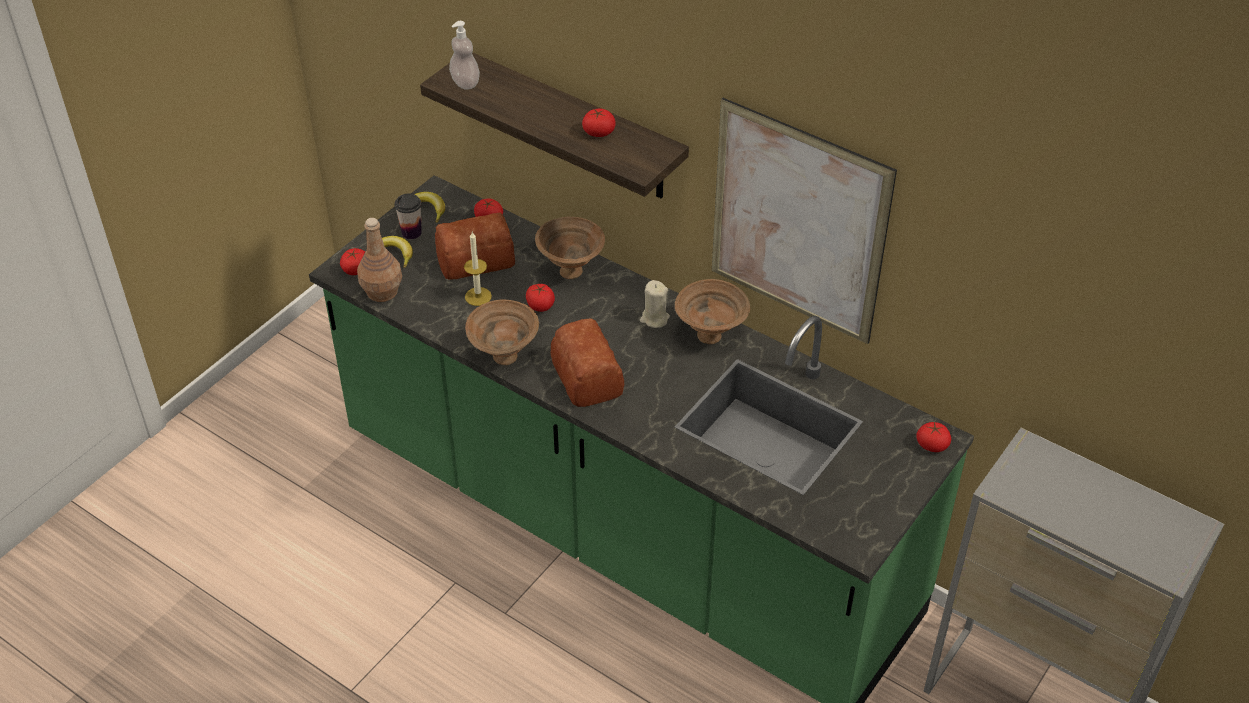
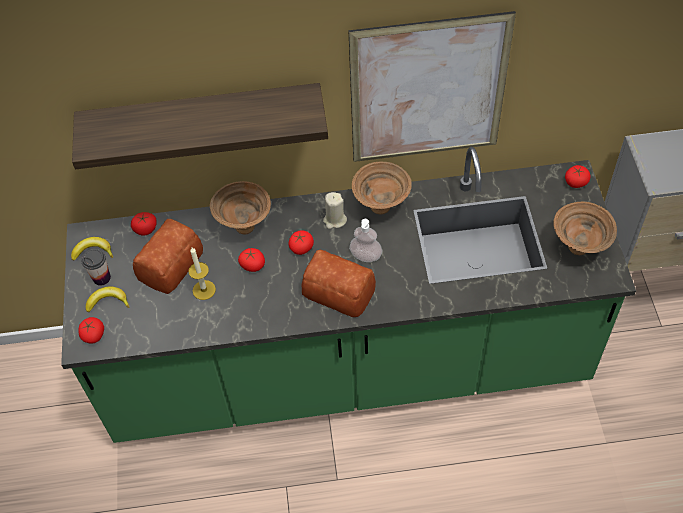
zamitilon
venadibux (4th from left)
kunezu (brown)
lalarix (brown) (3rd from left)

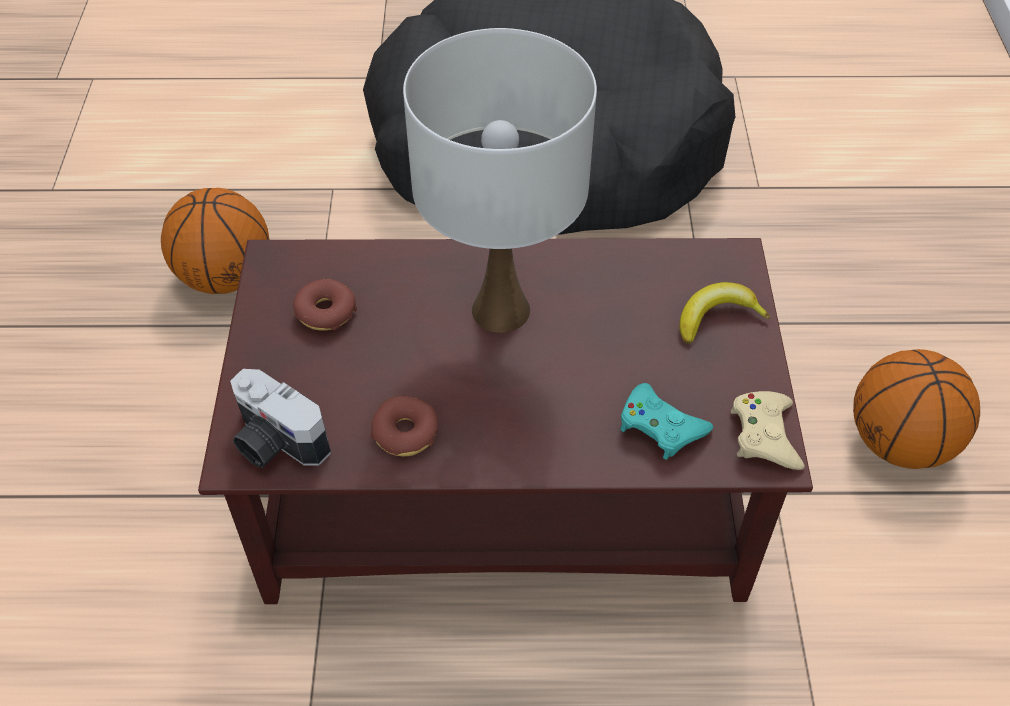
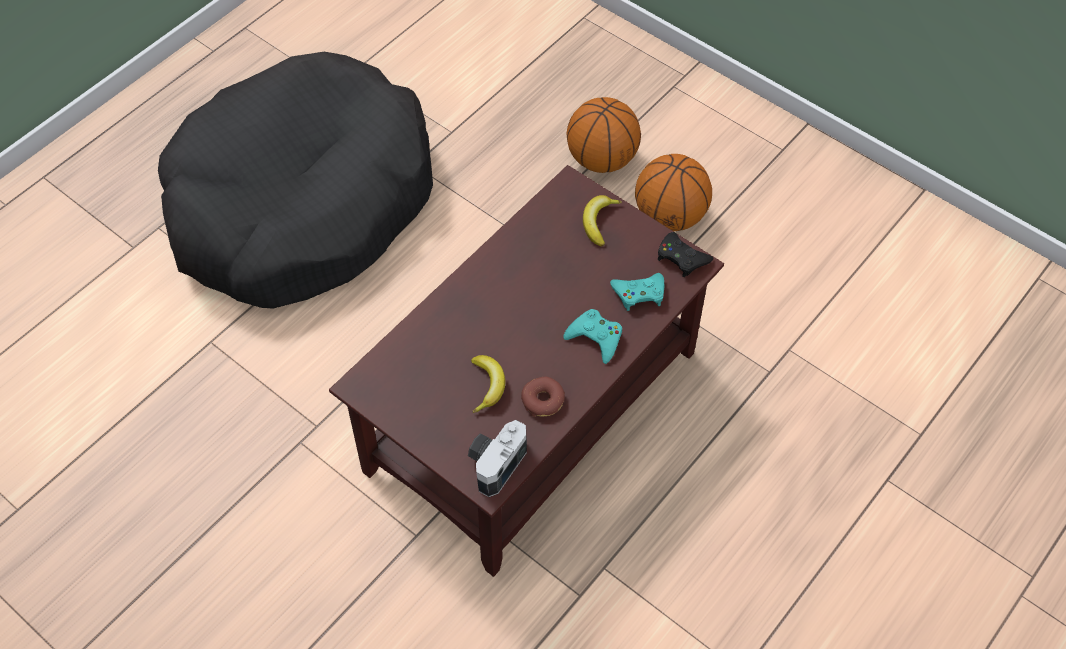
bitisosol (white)
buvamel (1st from left)
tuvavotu (1st from left in the first image)
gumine
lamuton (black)
lamuton (turquoise) (1st from left)
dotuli (1st from left)

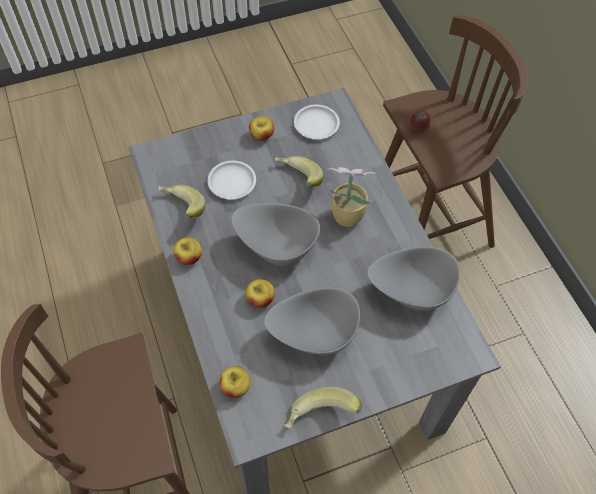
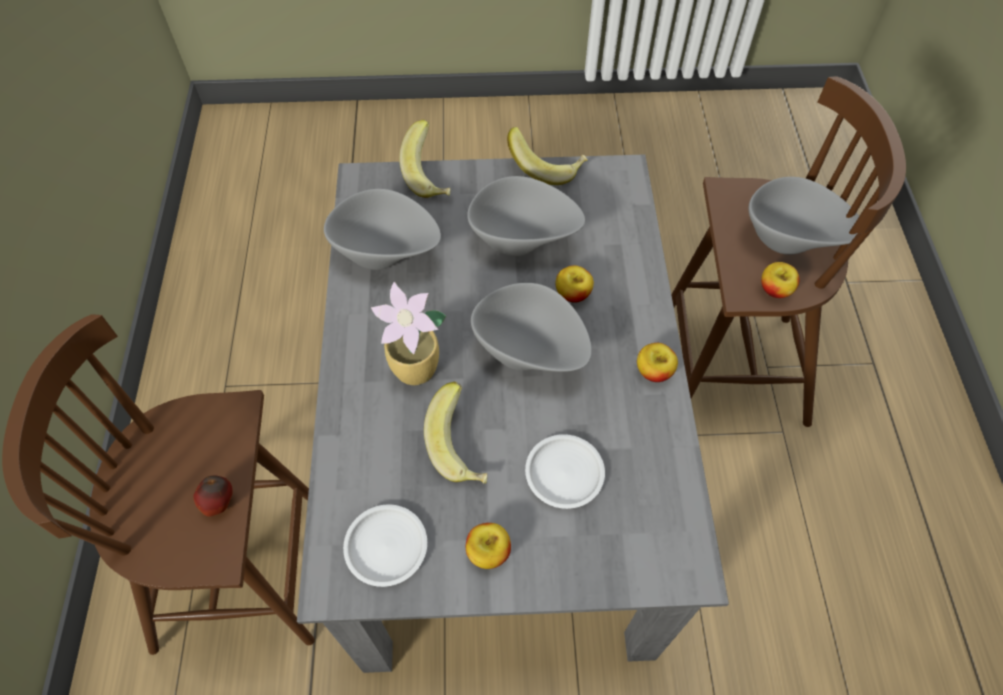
dotuli (1st from left)
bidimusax (5th from left)
lalarix (grey) (4th from left)

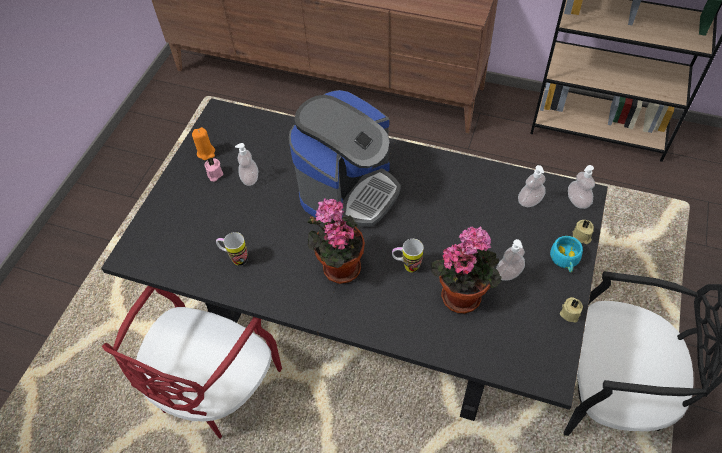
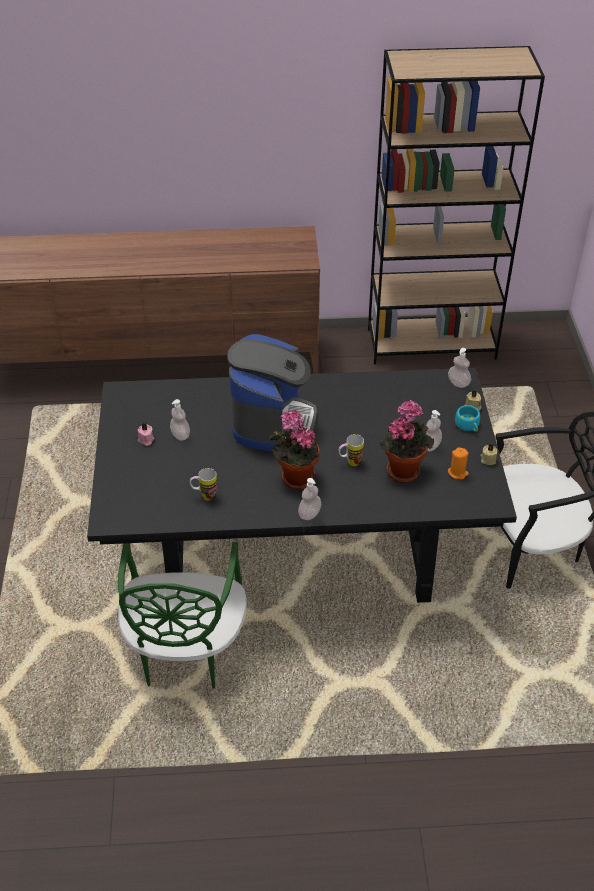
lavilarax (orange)
zamitilon (2nd from left)
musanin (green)

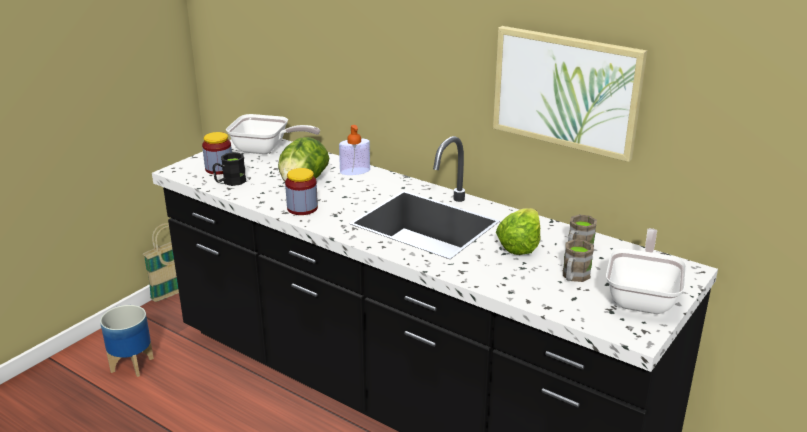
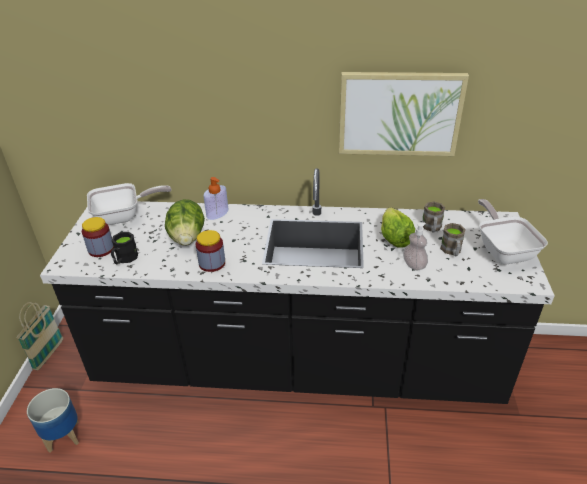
zamitilon (2nd from left)

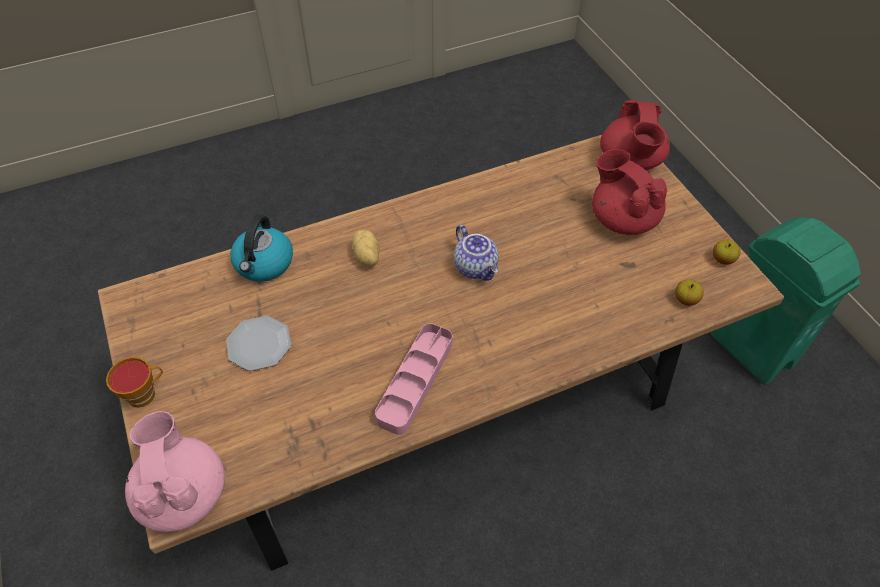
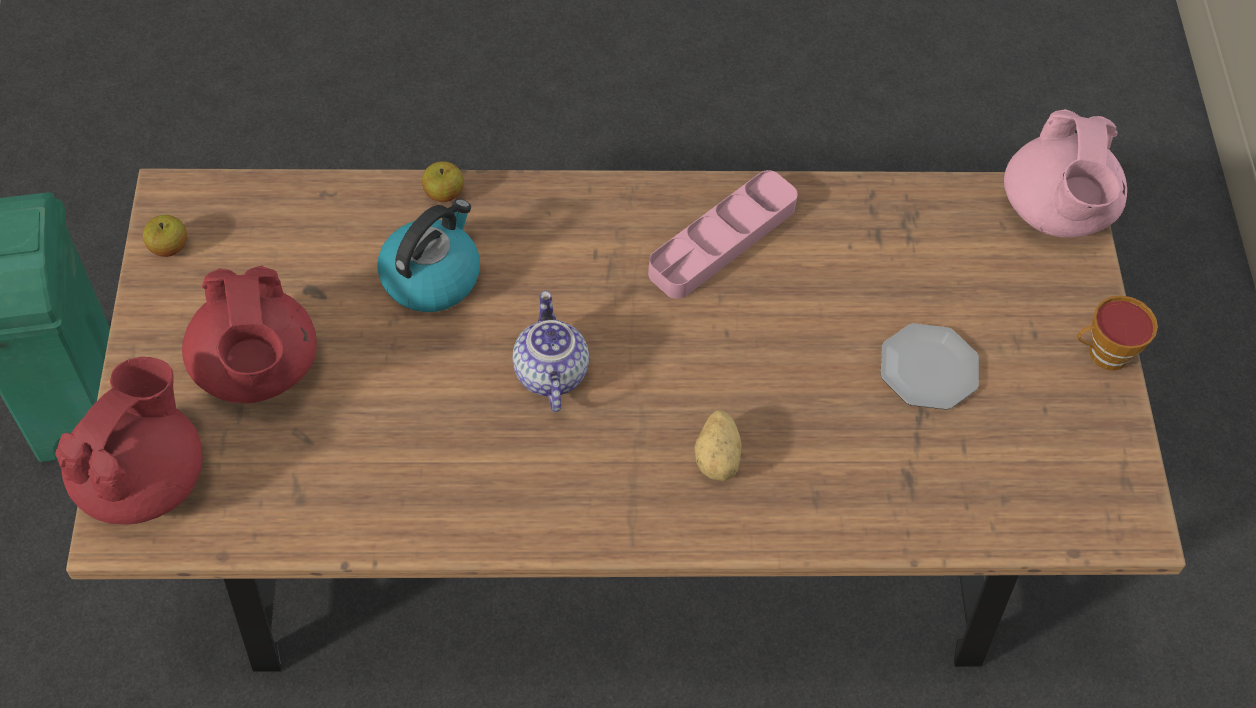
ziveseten
bidimusax (2nd from left)

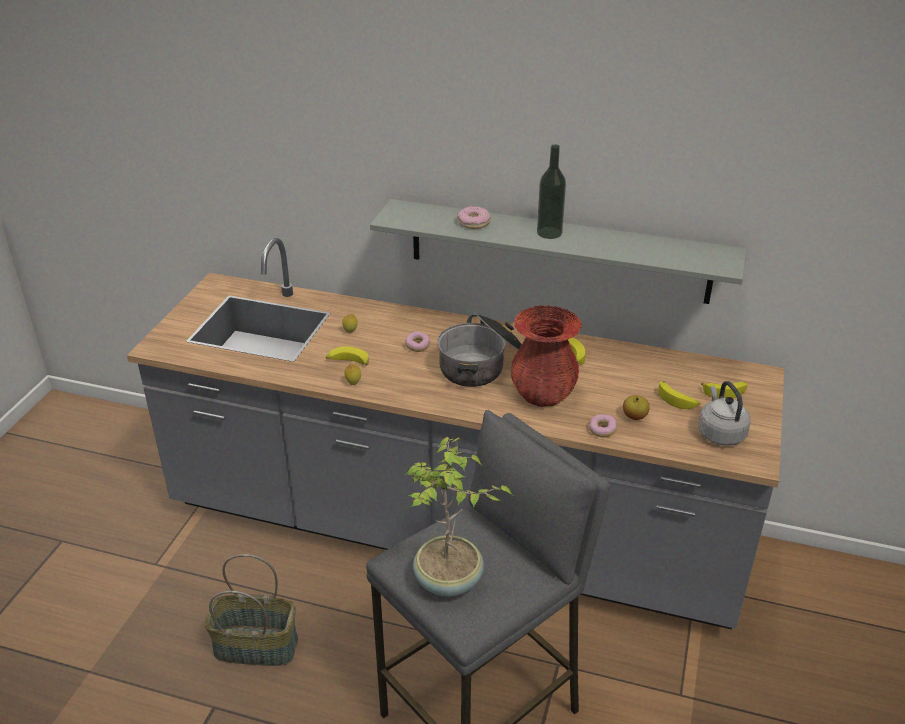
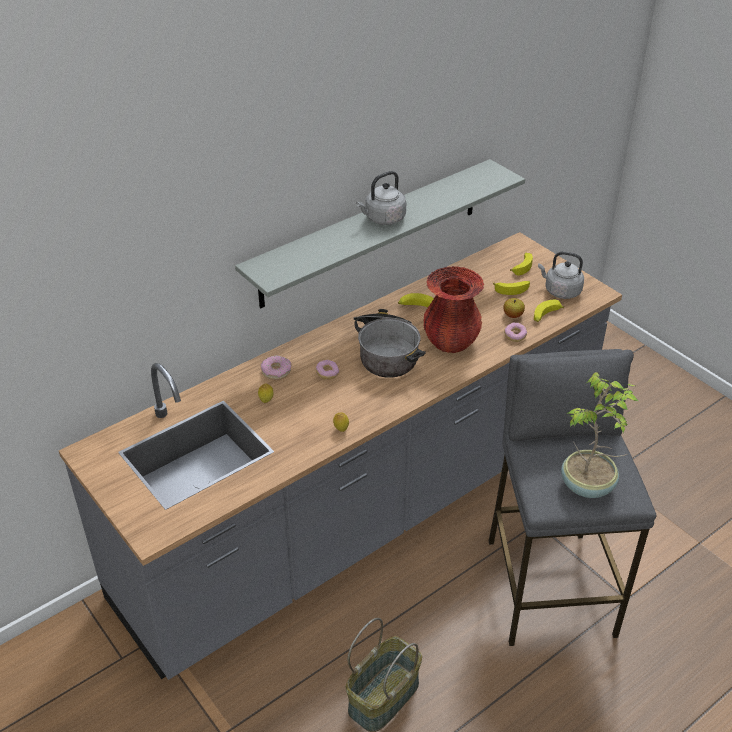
ziveseten (grey) (1st from left)
tuvavotu (1st from left)
dotuli (4th from left)

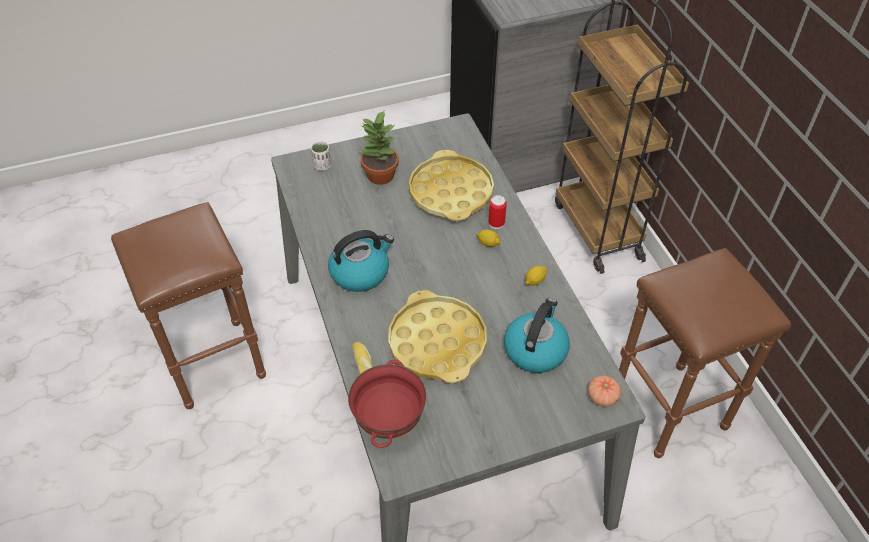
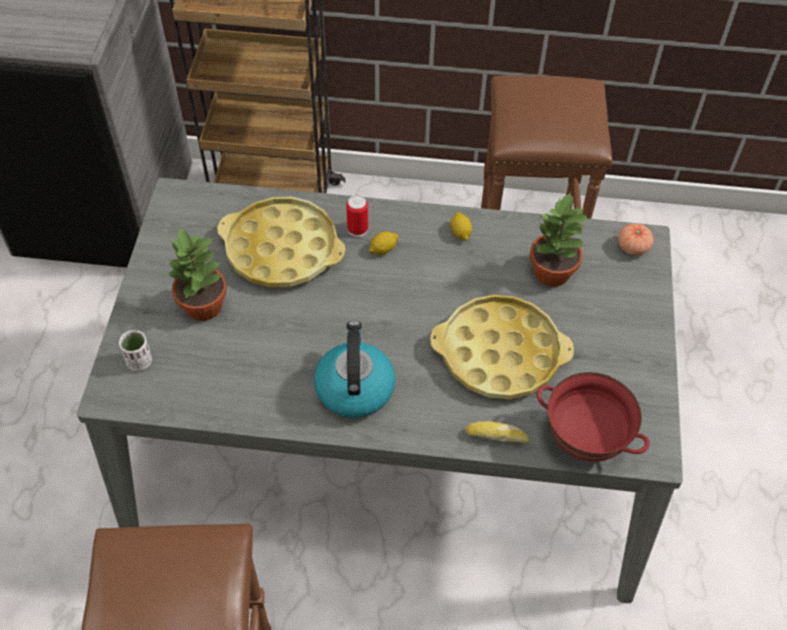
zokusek (2nd from left)

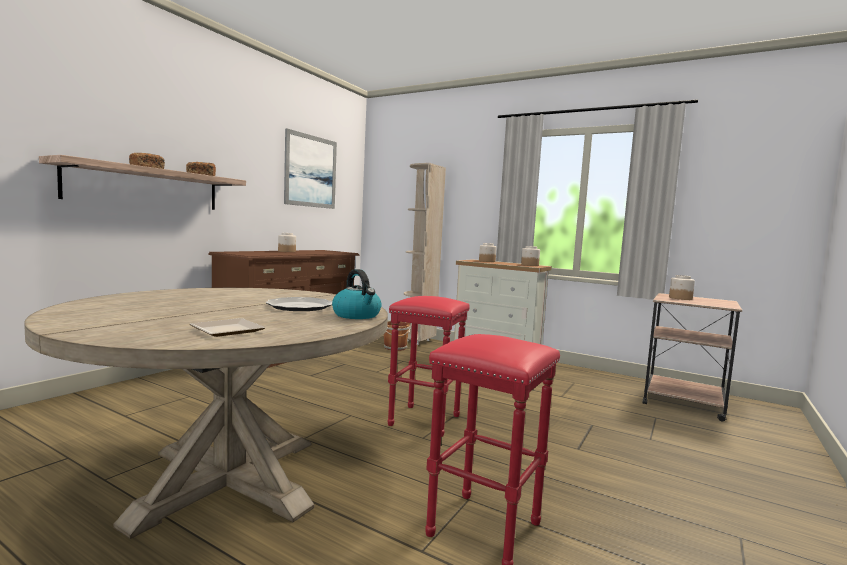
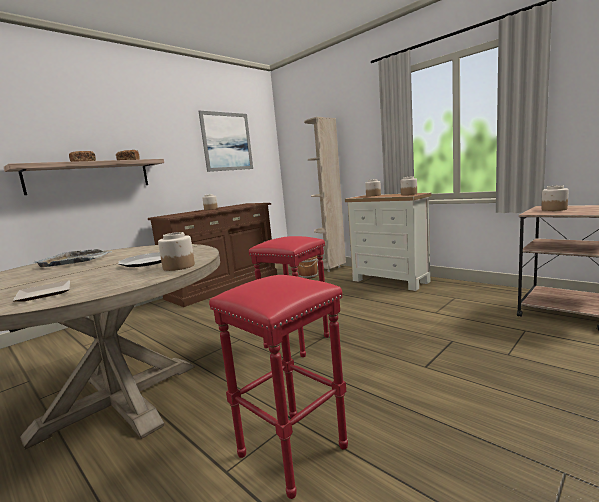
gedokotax (1st from left)
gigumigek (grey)

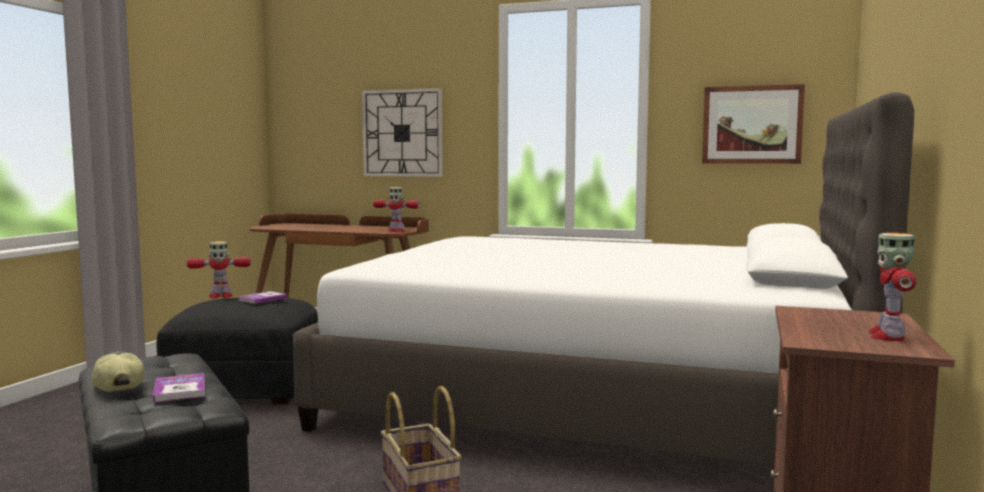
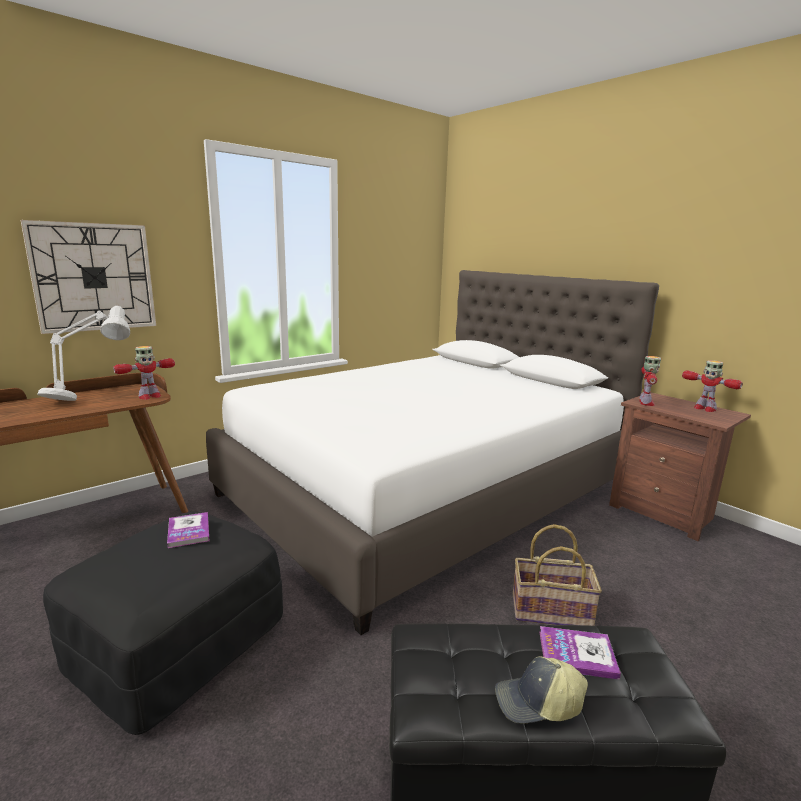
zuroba
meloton (2nd from left)
bitisosol (grey)

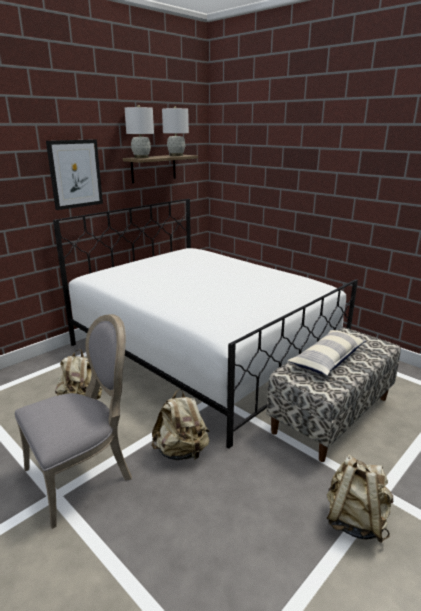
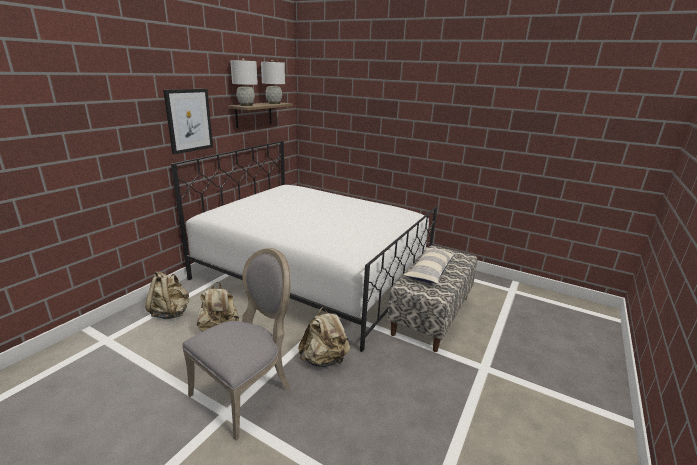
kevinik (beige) (1st from left)

